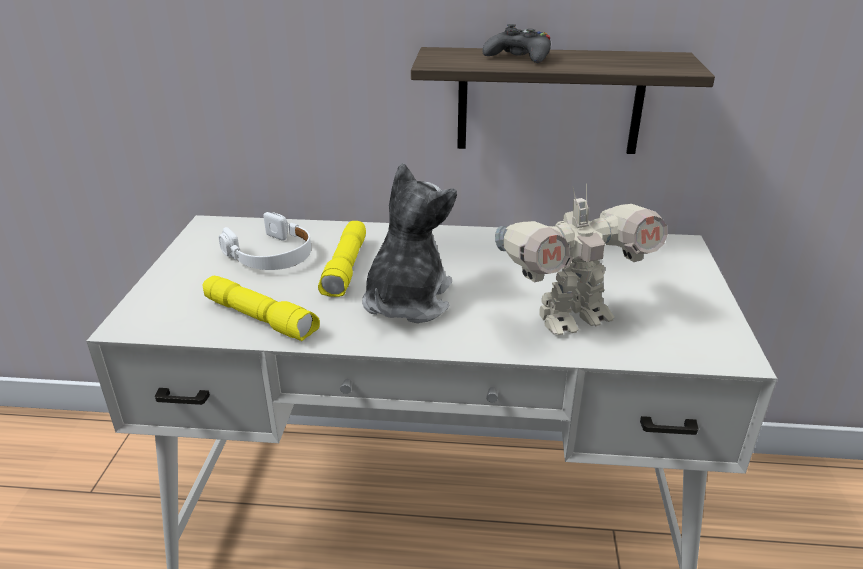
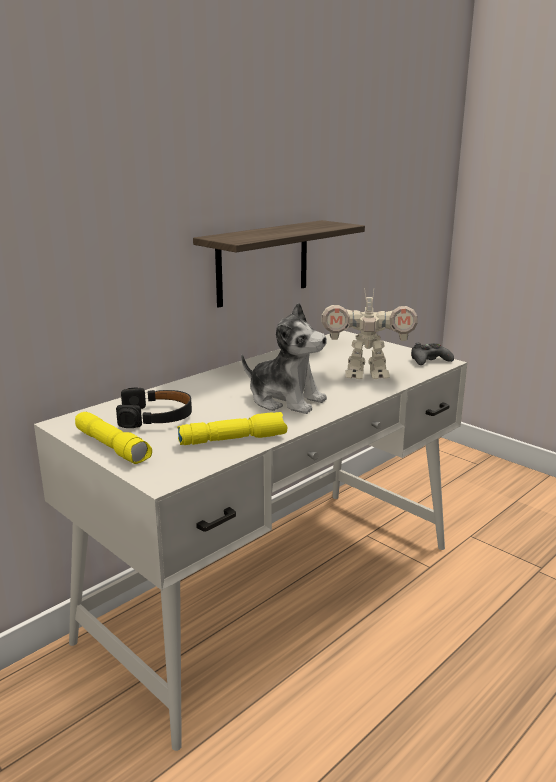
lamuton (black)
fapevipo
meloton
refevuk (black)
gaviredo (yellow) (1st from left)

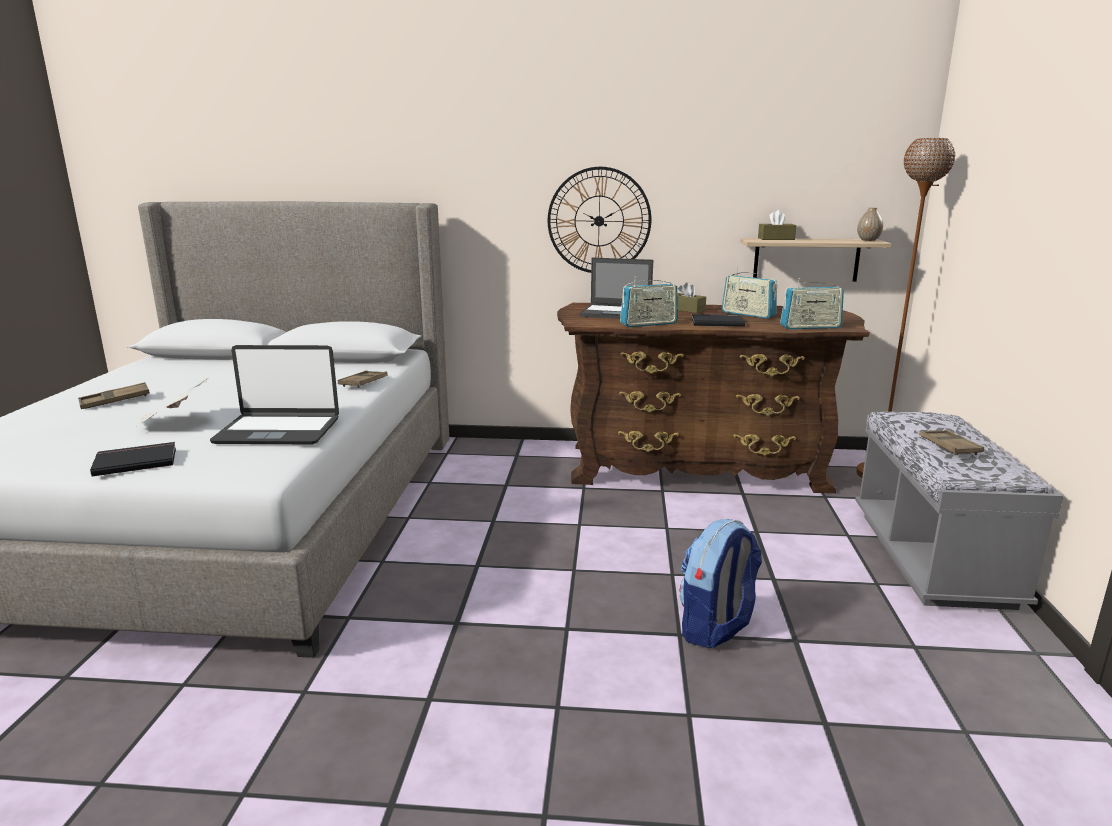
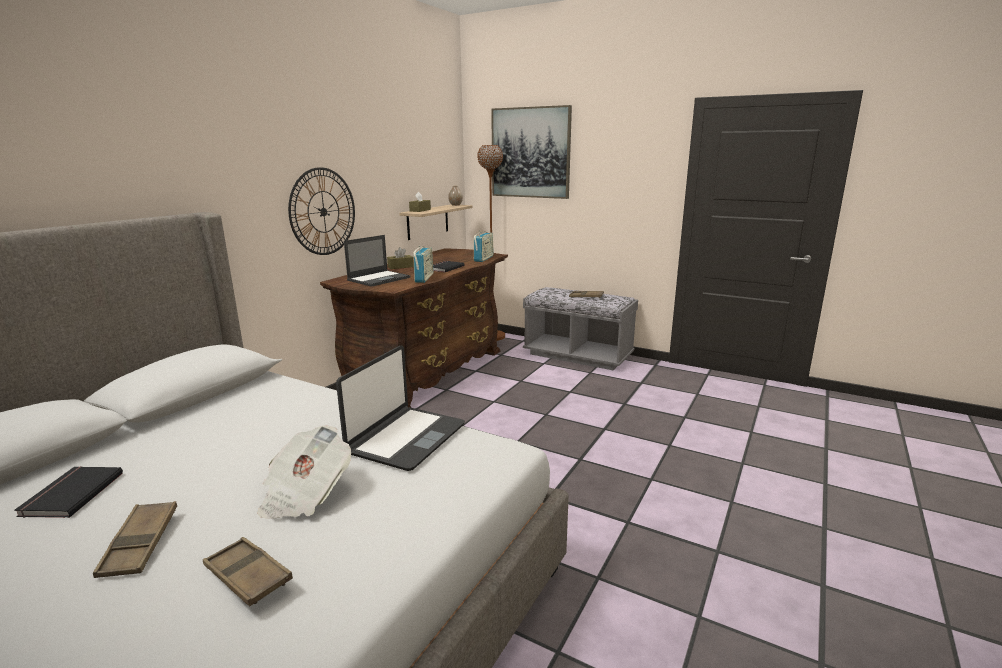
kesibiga (2nd from left in the first image)
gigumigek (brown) (2nd from left)
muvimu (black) (1st from left)
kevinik
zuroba

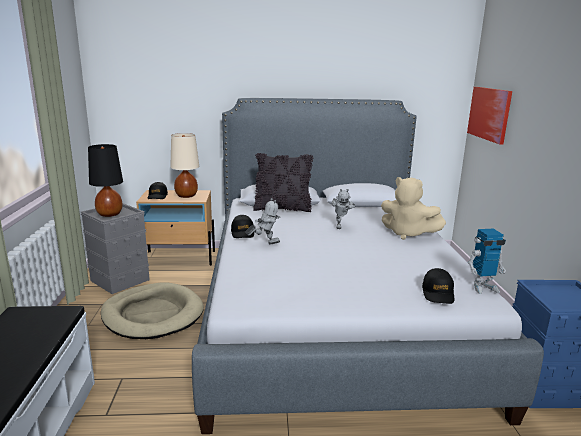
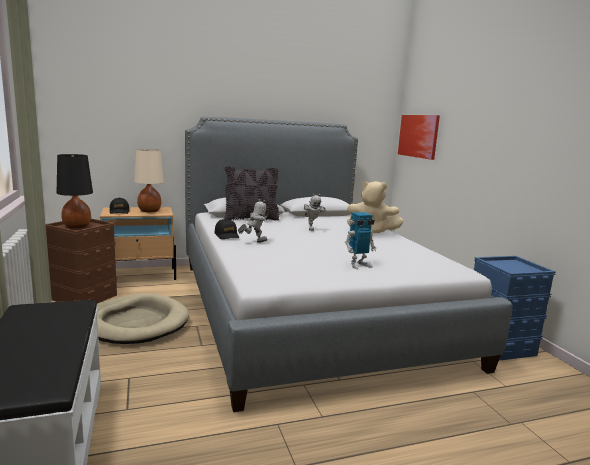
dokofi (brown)
meloton (3rd from left)
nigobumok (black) (3rd from left in the first image)

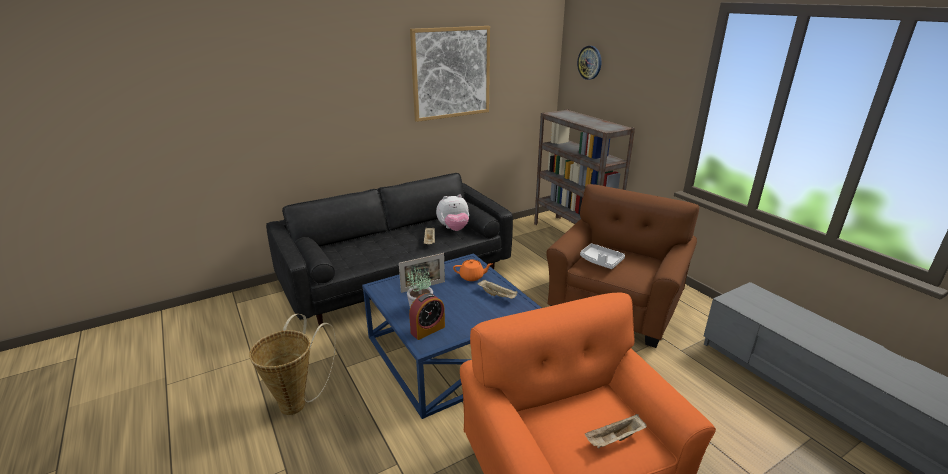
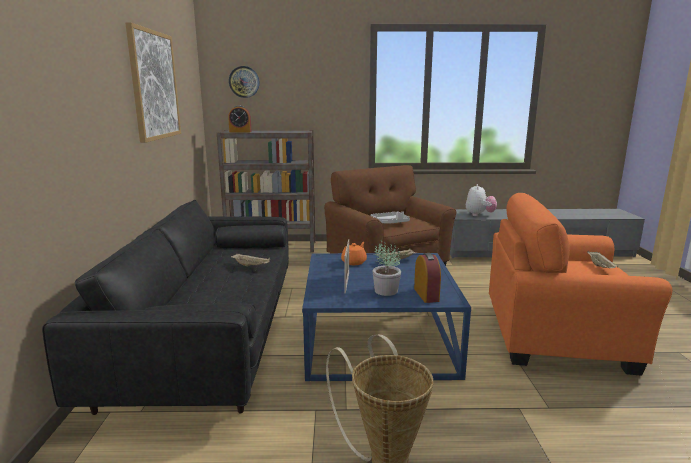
fapevipo
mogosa (1st from left)

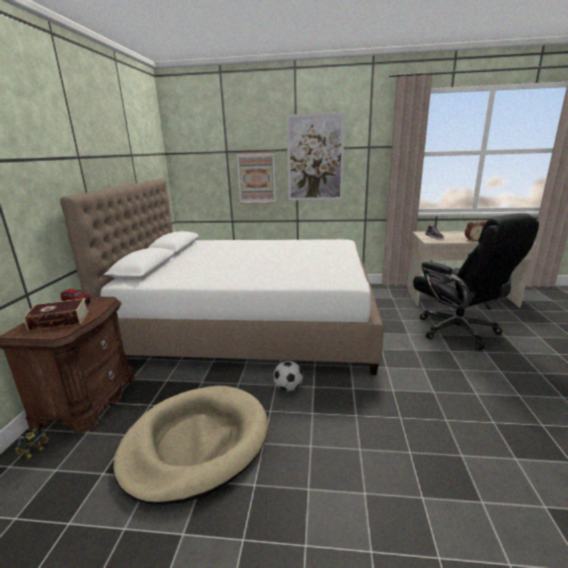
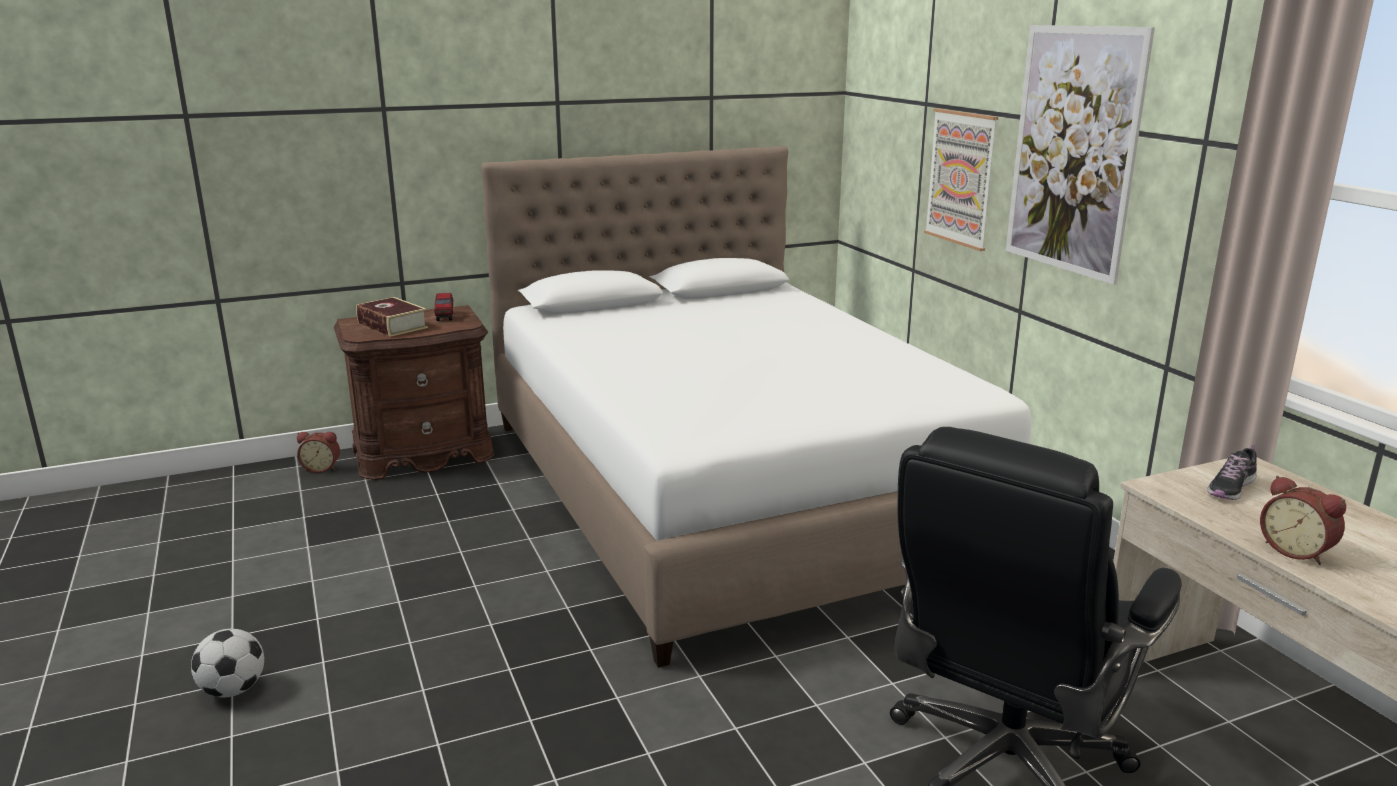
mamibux
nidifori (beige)
mogosa (1st from left)

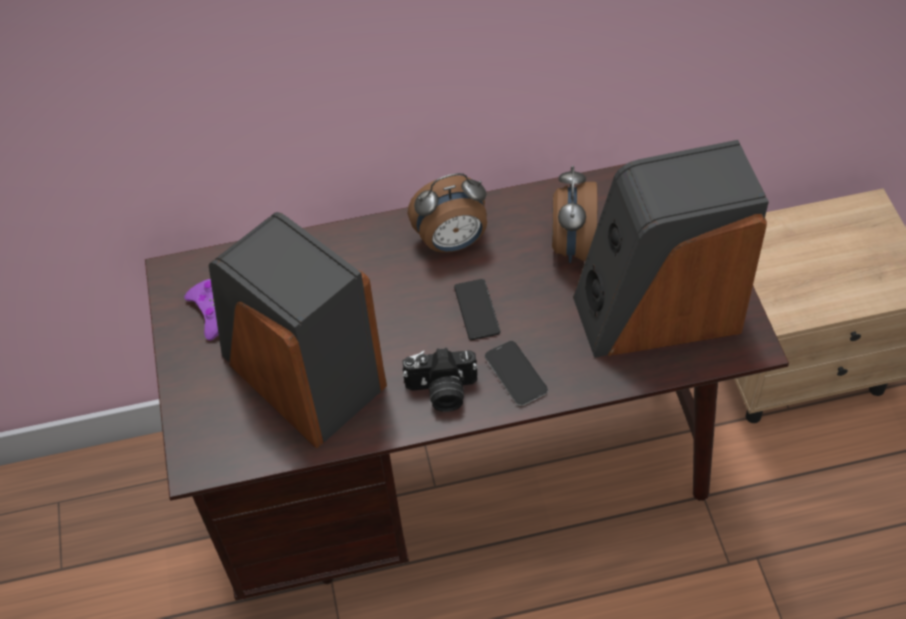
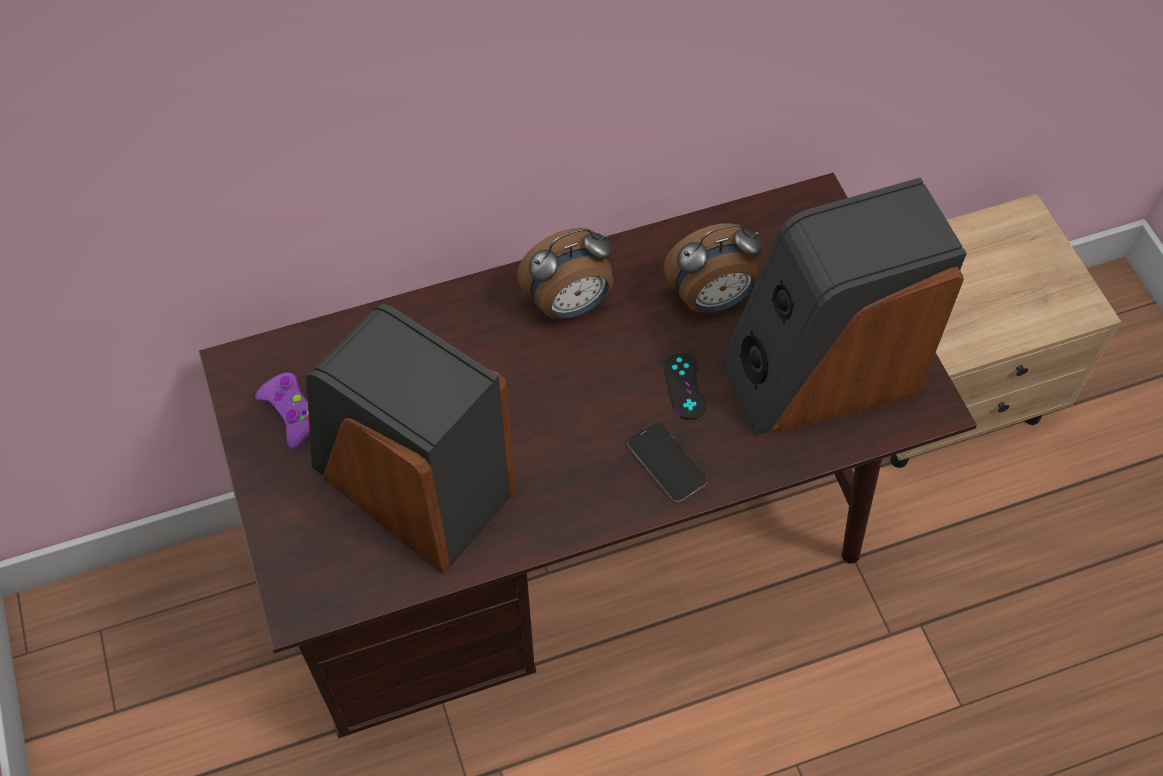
mogosa (2nd from left)
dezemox (1st from left in the first image)
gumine
lamuton (black)

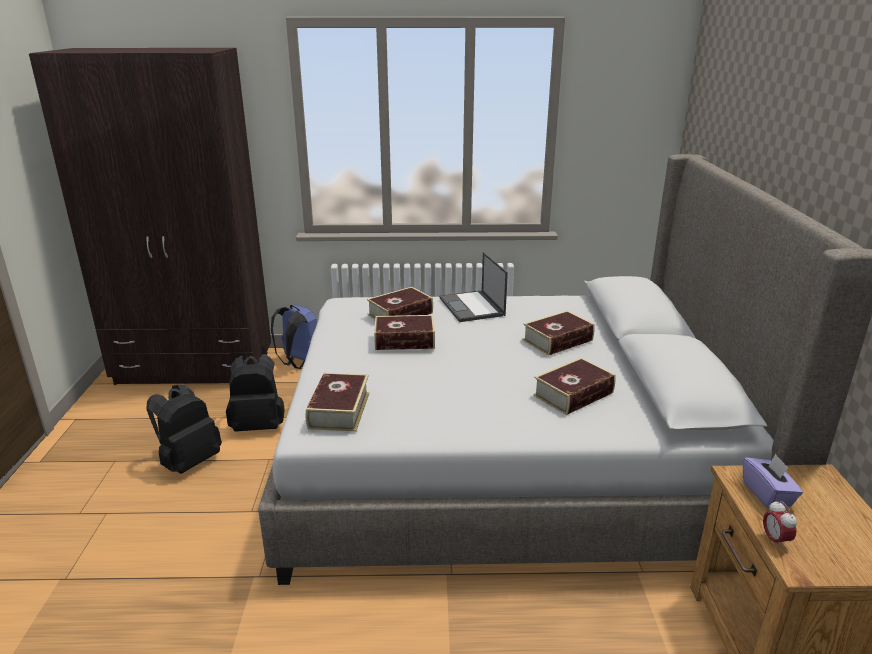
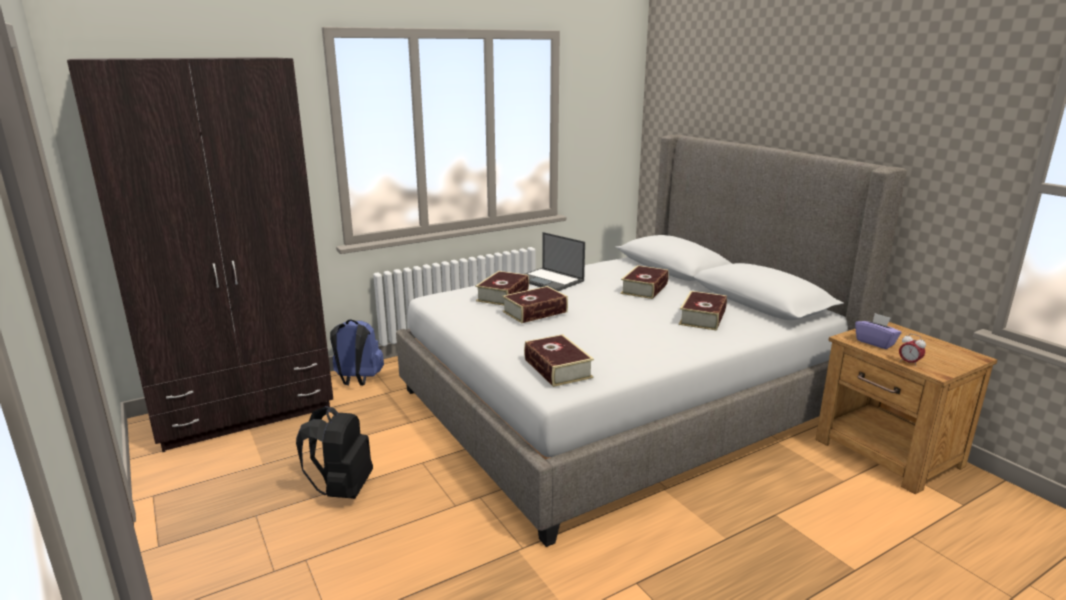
kevinik (black) (2nd from left in the first image)

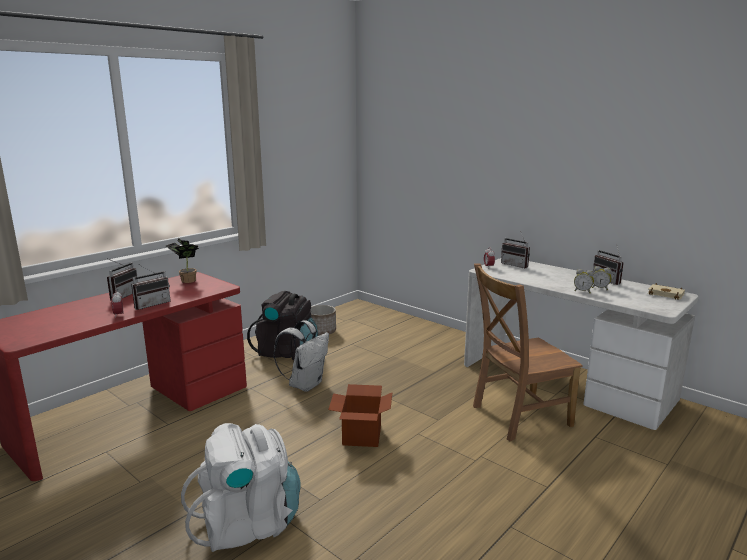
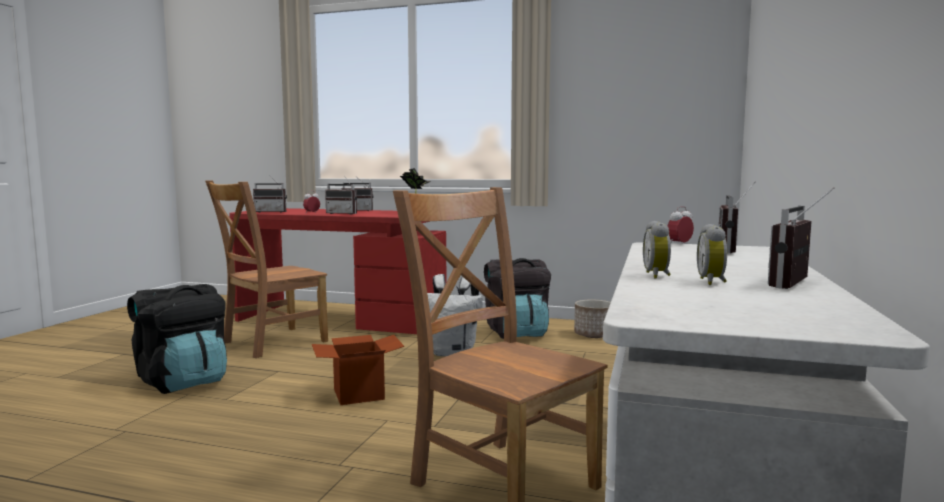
muvimu (beige)
kevinik (black) (1st from left)
kesibiga (1st from left)
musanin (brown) (1st from left)

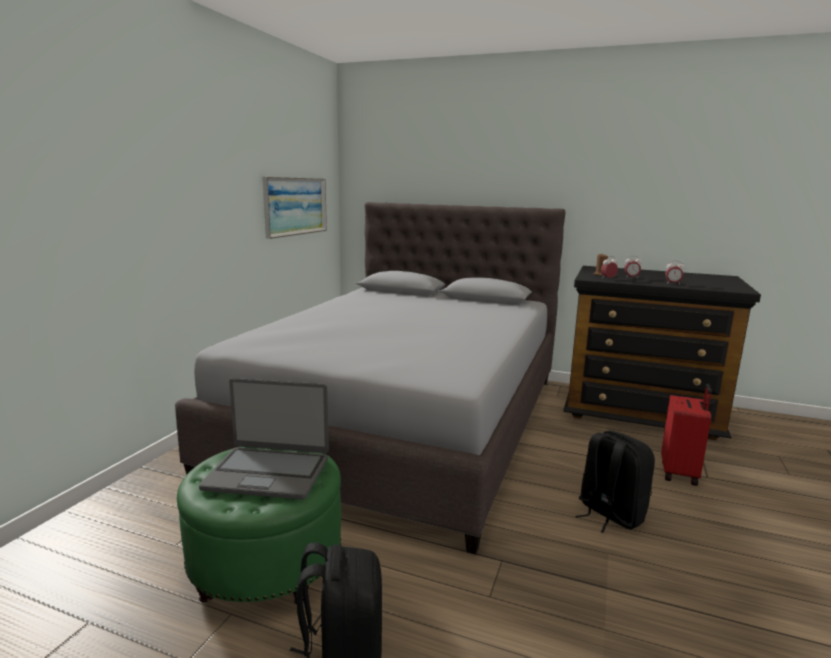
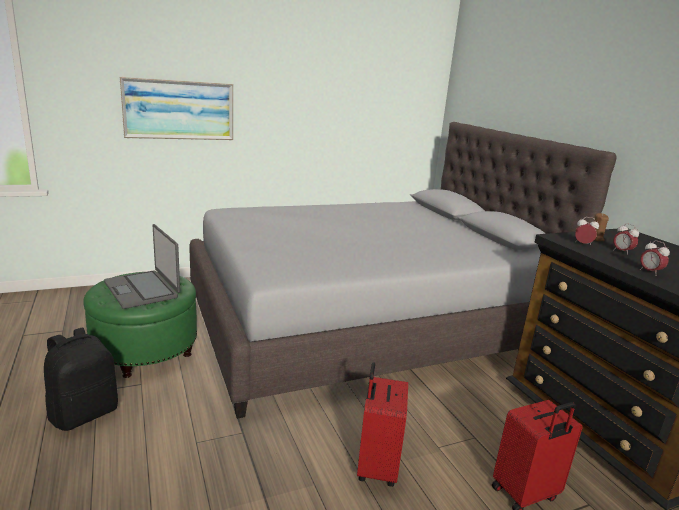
zuroba
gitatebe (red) (1st from left)

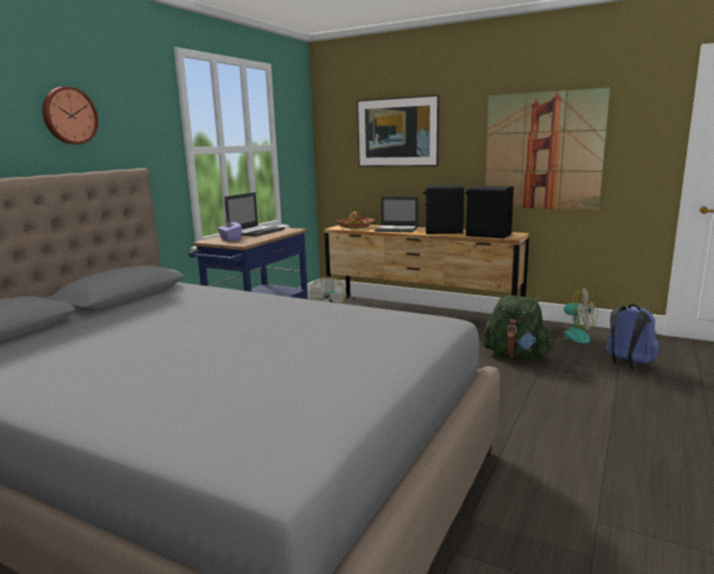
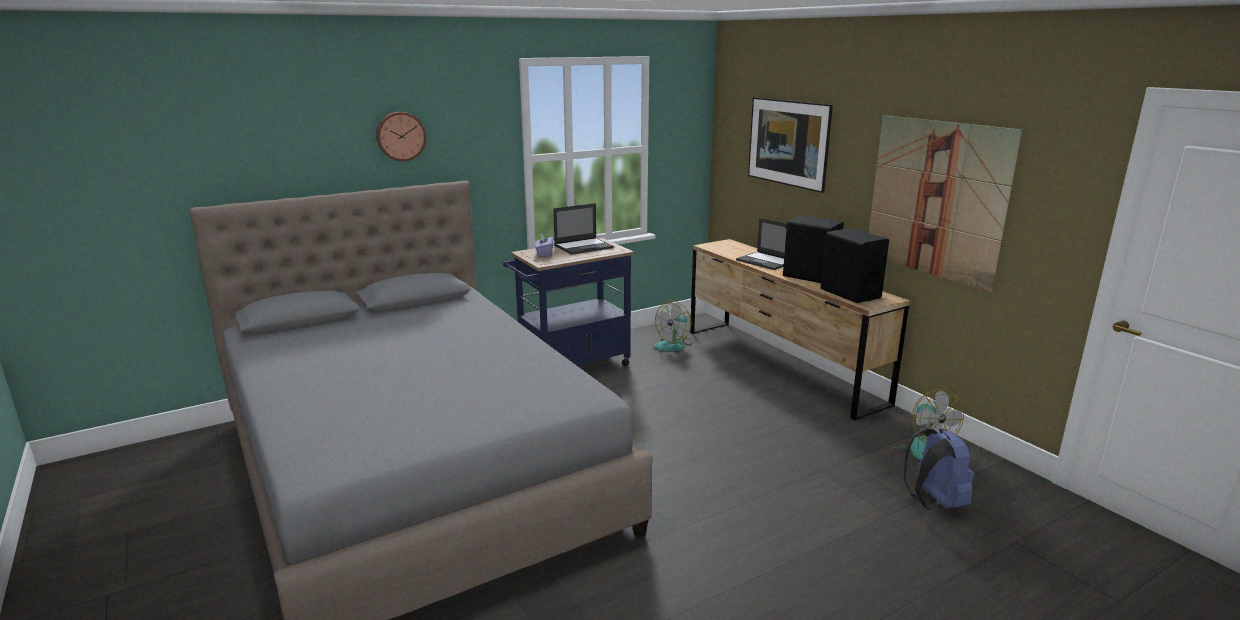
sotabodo
kevinik (green)

